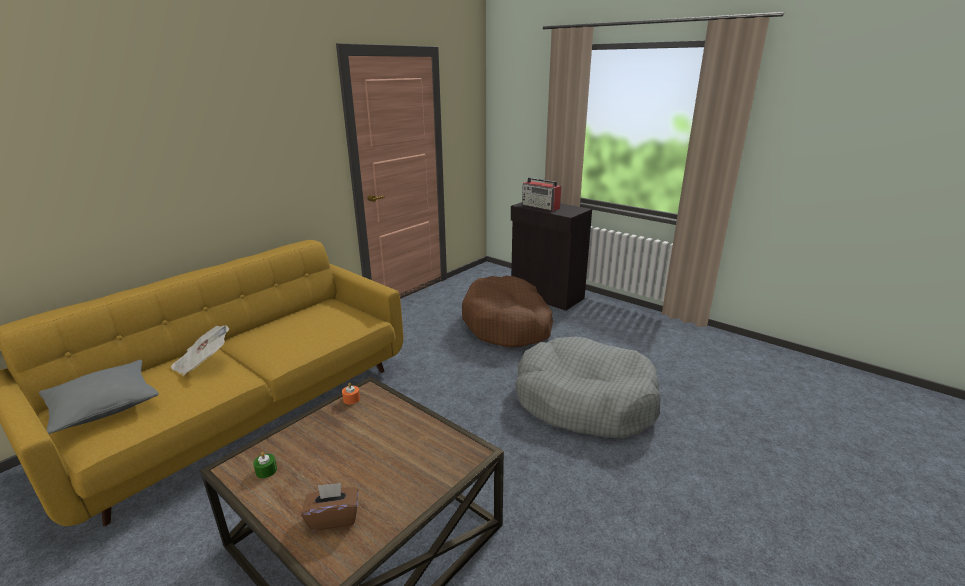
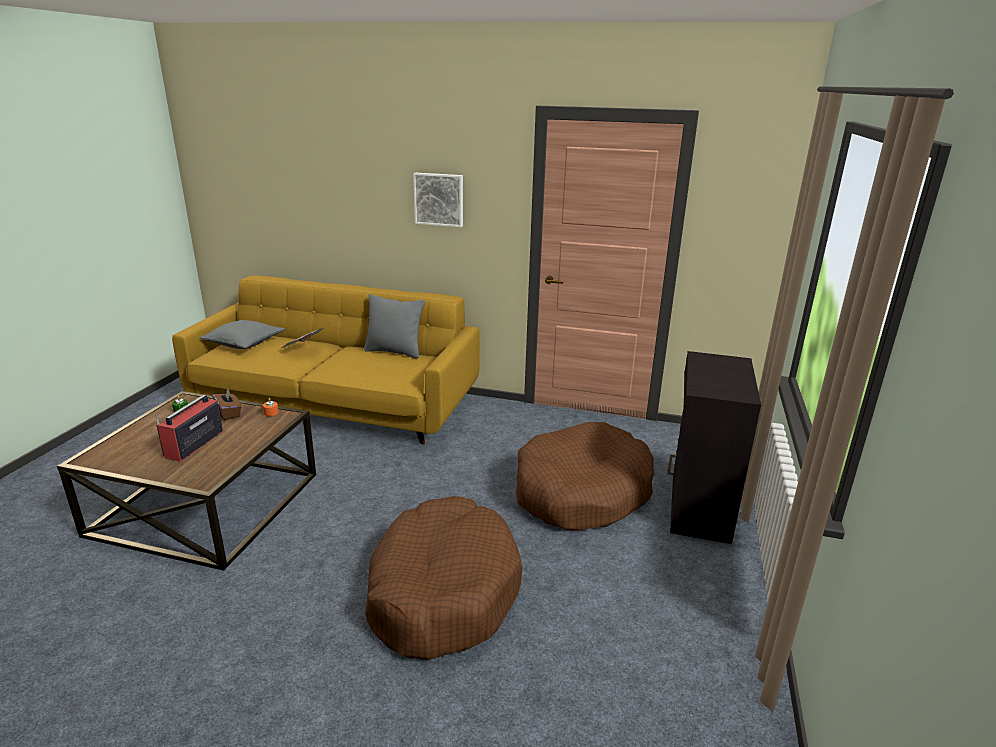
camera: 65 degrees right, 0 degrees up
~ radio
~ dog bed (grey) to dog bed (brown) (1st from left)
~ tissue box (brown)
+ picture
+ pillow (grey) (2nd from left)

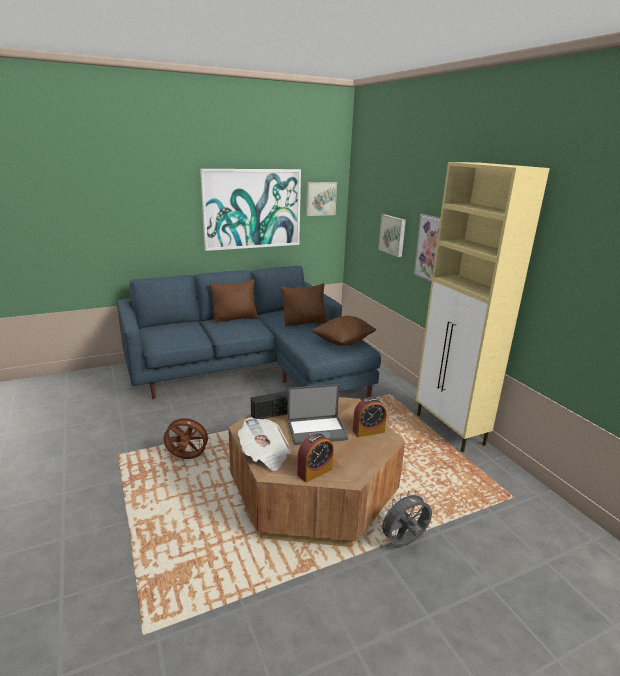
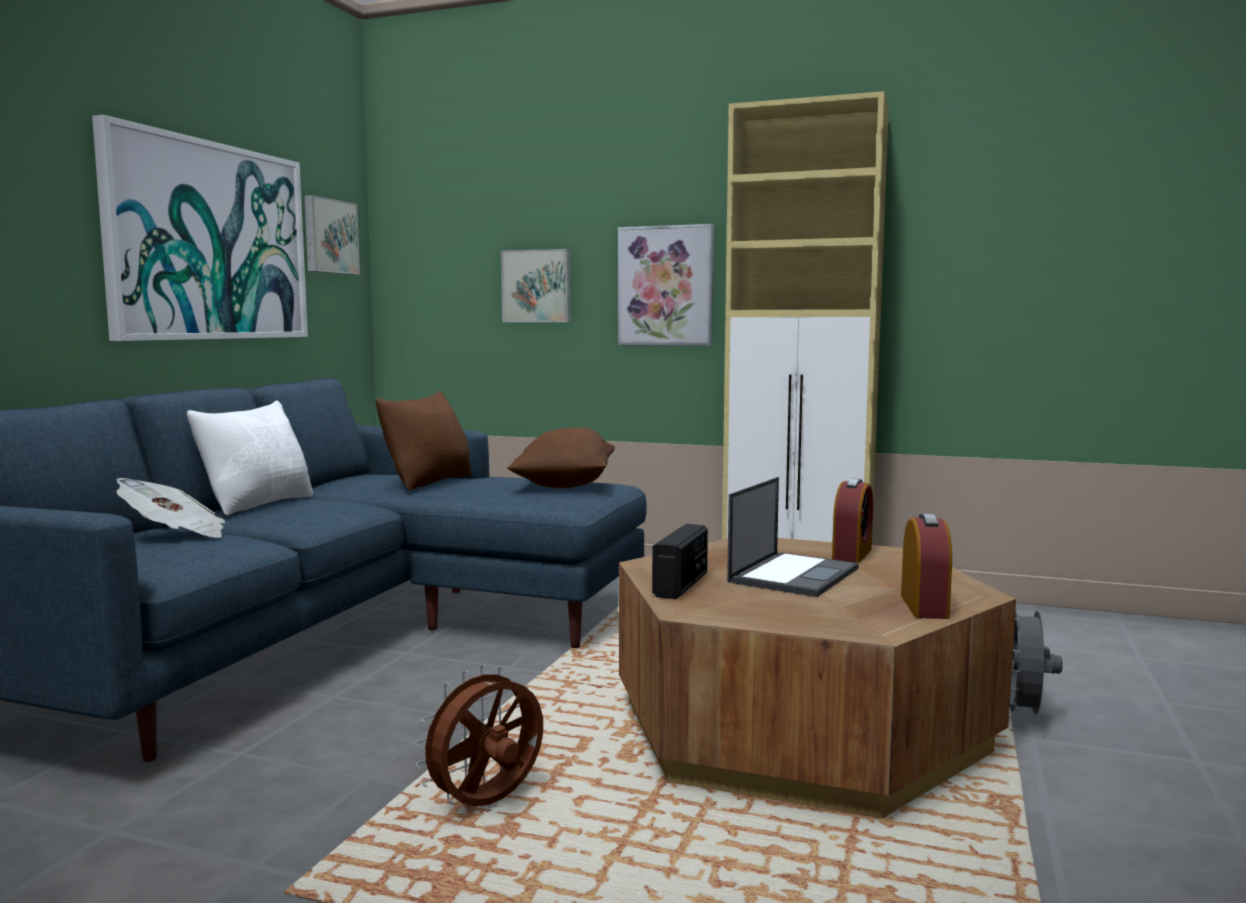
camera: 45 degrees left, 15 degrees down
~ pillow (brown) (1st from left) to pillow (white)
~ newspaper

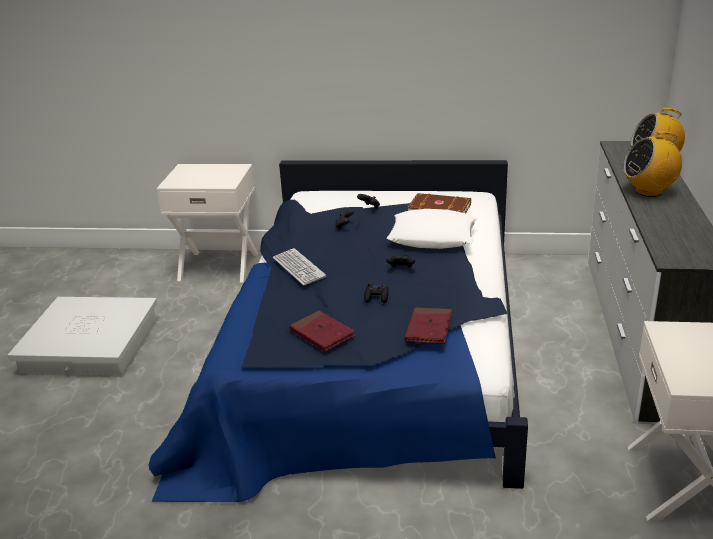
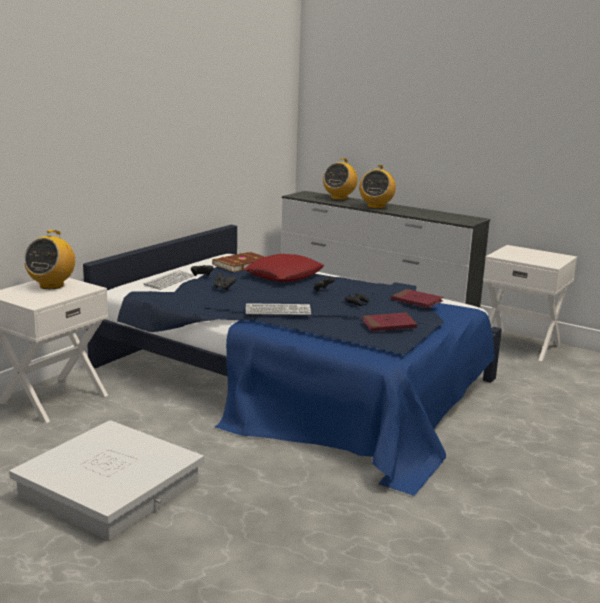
camera: 65 degrees left, 10 degrees down
~ pillow (white) to pillow (red)
+ radio (1st from left)
+ keyboard (1st from left)

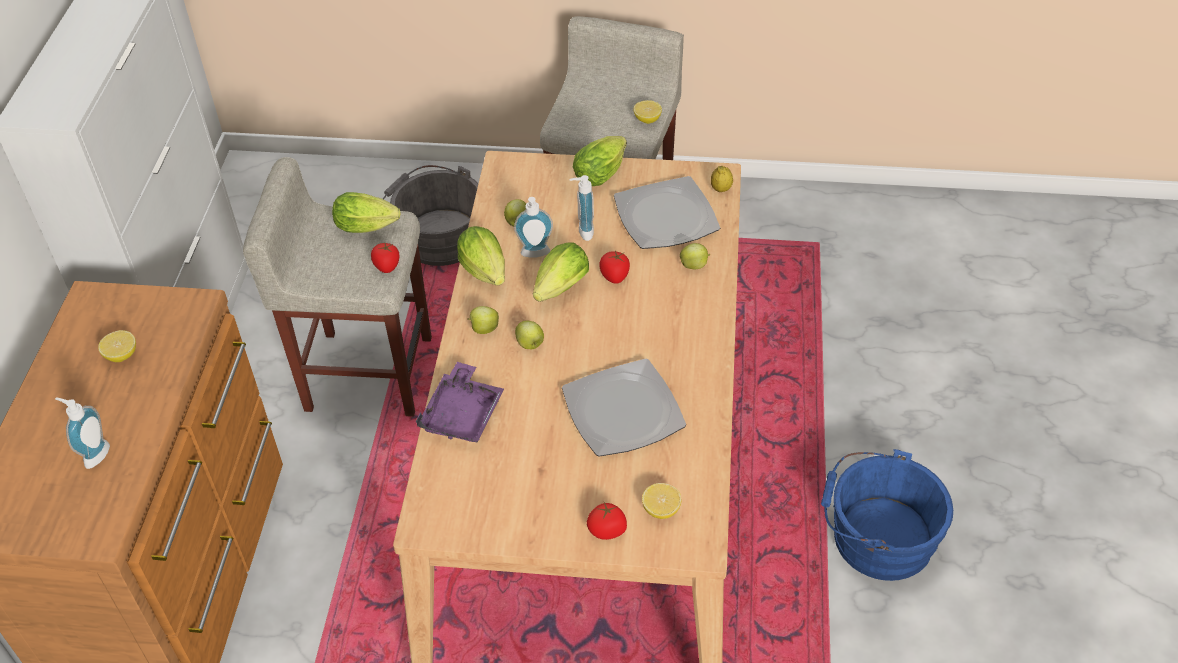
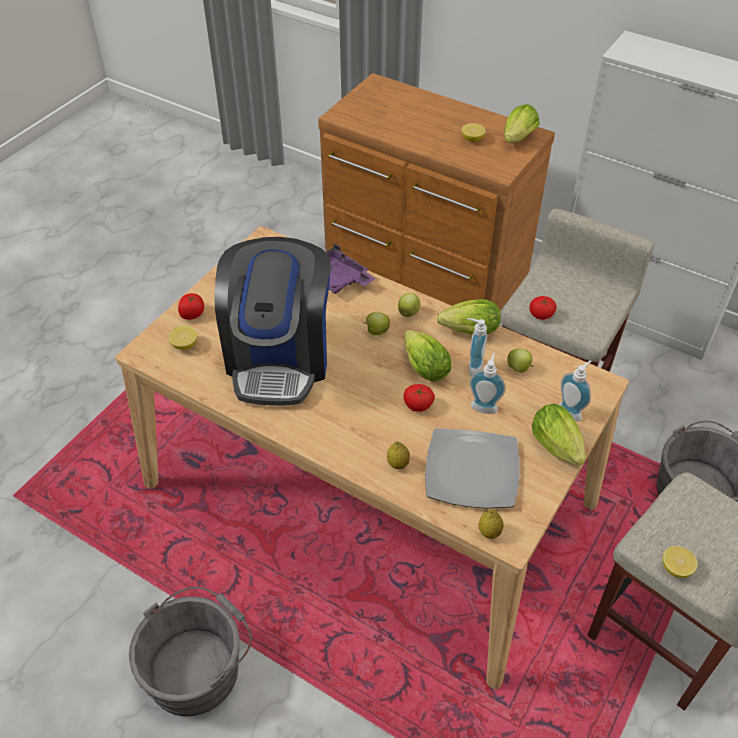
camera: 115 degrees right, 0 degrees up
~ lettuce (1st from left in the first image) to lettuce (3rd from left)
~ apple (4th from left) to lemon (2nd from left)
~ plate (1st from left) to coffee machine
~ soap dispenser (1st from left in the first image) to soap dispenser (3rd from left)
~ bucket (blue) to bucket (grey) (1st from left)

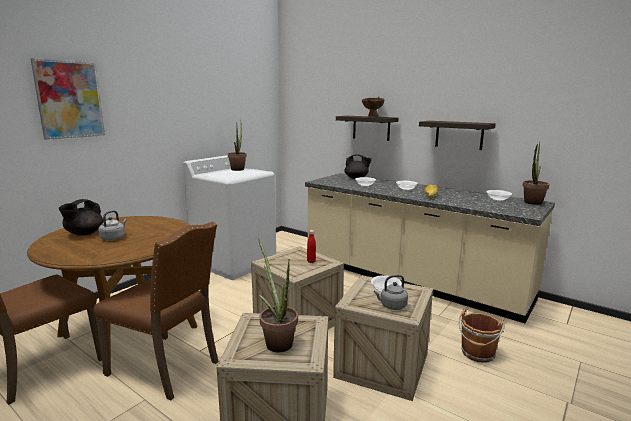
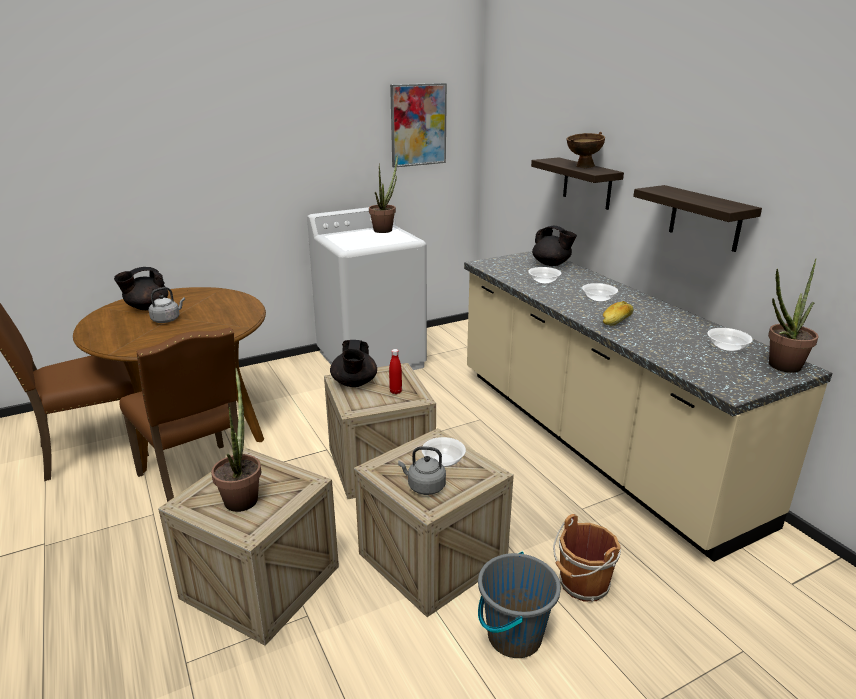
camera: 25 degrees right, 10 degrees up
~ picture
+ teapot (black) (2nd from left)
+ bucket (grey)

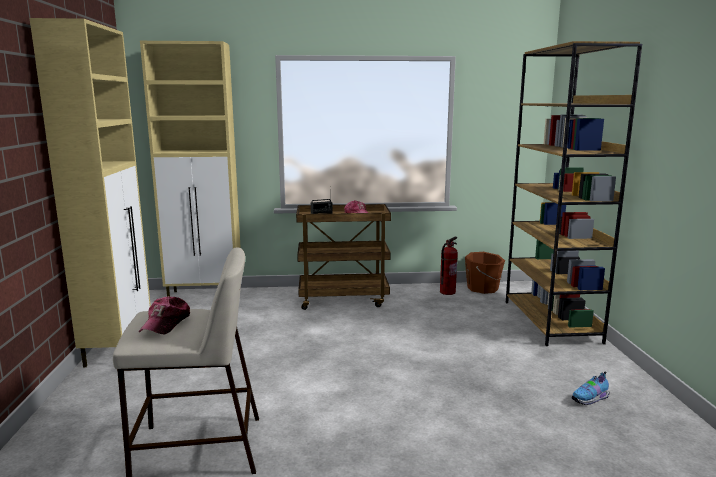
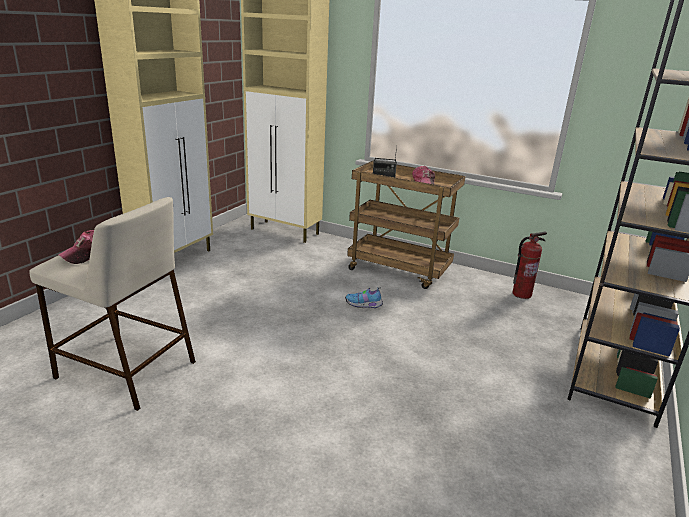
camera: 30 degrees right, 10 degrees up
- bucket (brown)
~ shoe

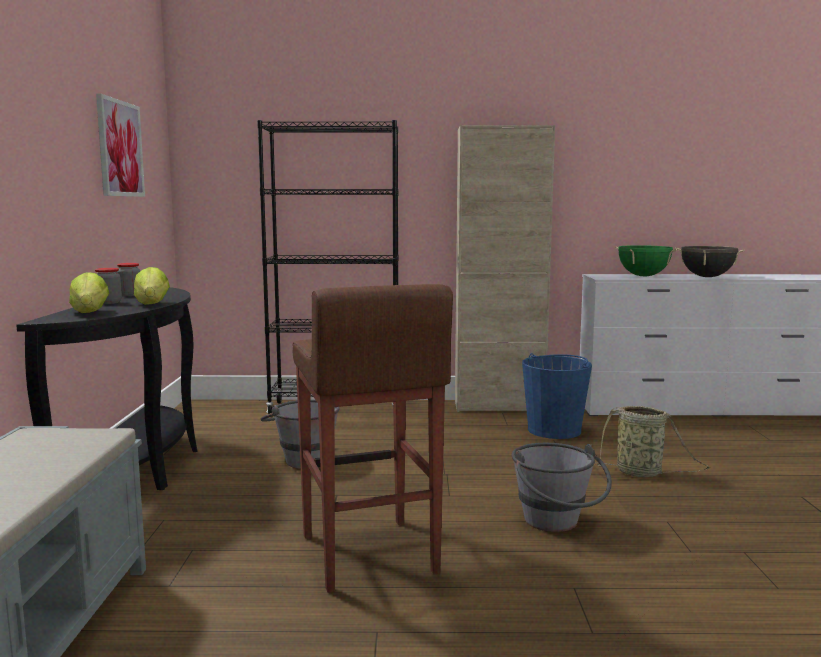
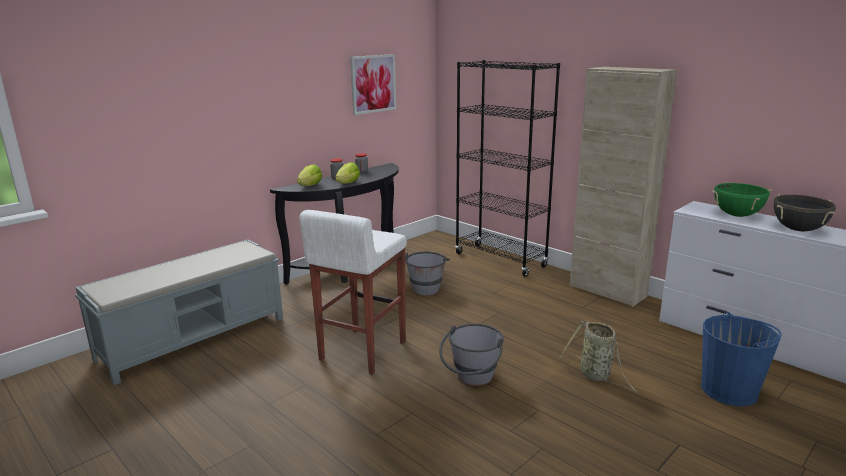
camera: 45 degrees right, 10 degrees up
~ stool (brown) to stool (white)
~ bucket (blue)

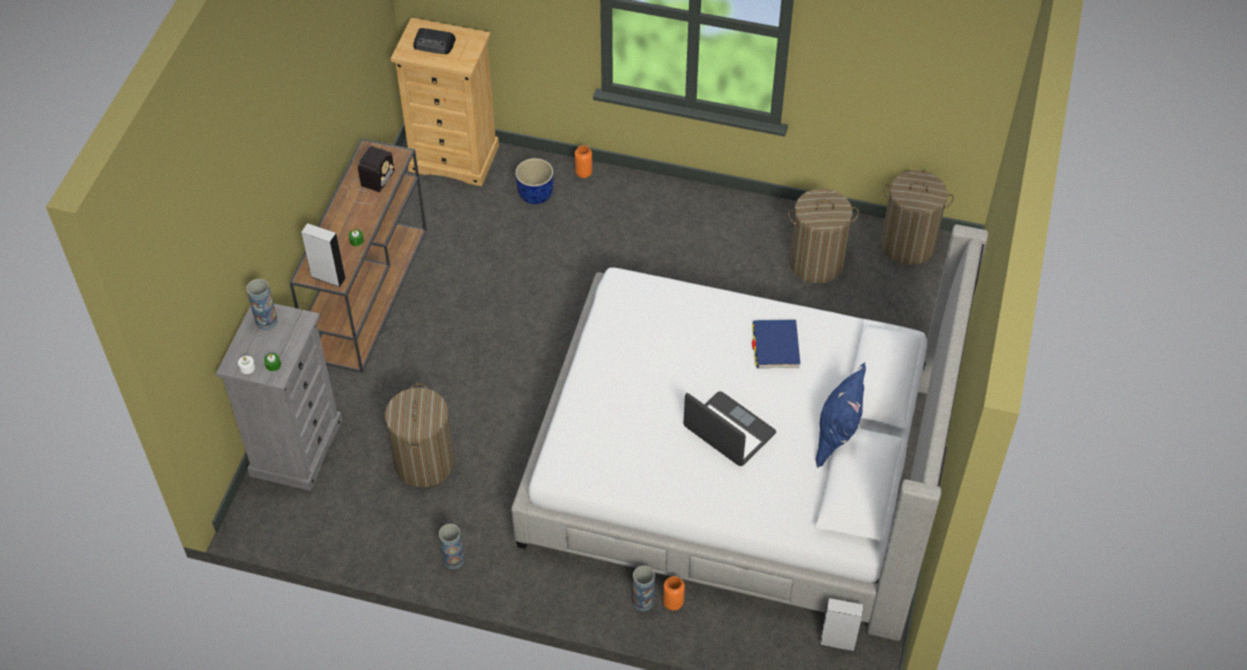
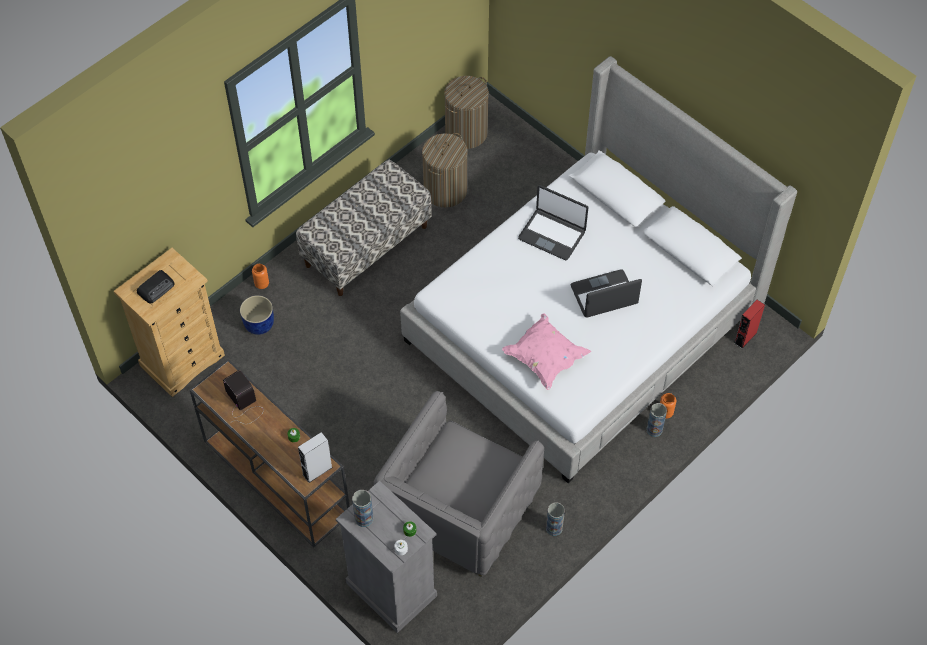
camera: 60 degrees left, 5 degrees up
~ book (blue) to laptop (1st from left)
- pillow (blue)
~ laundry basket (1st from left) to armchair (grey)
~ speaker (grey) (2nd from left) to speaker (red)
+ bench
+ pillow (pink)

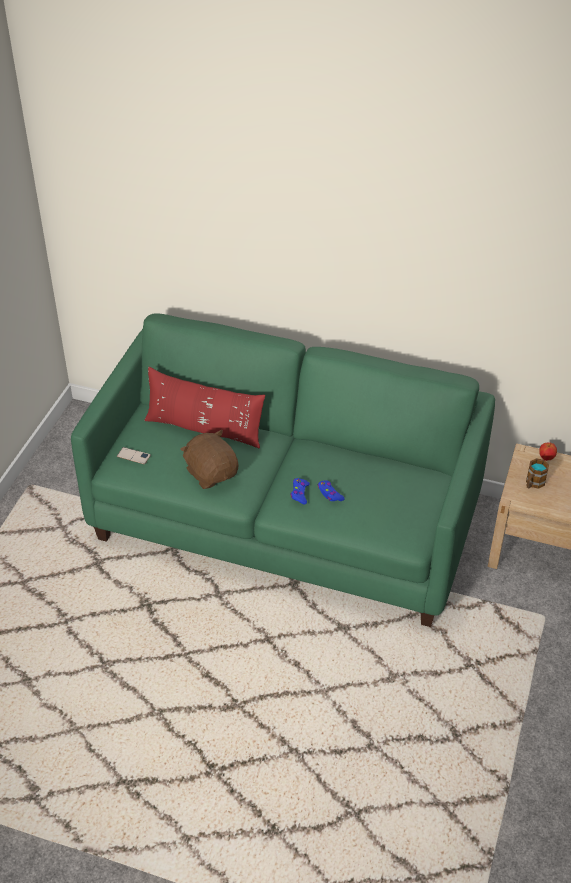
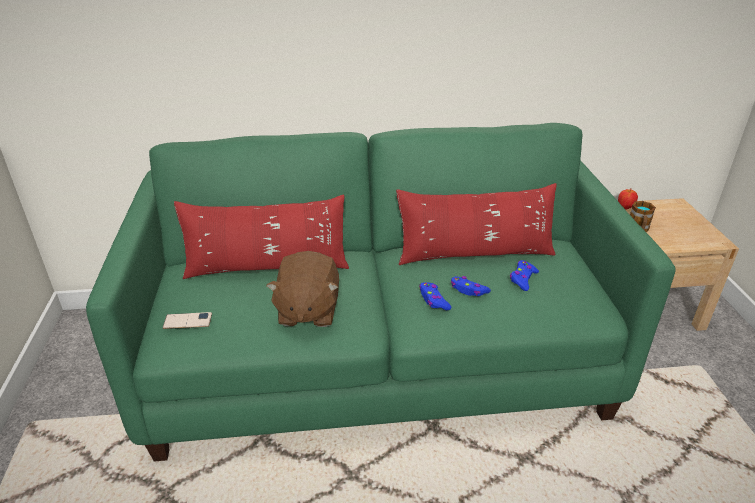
camera: 25 degrees left, 10 degrees down
~ plush toy (brown) 120 degrees counterclockwise
+ pillow (red) (2nd from left)
+ game controller (blue) (3rd from left)

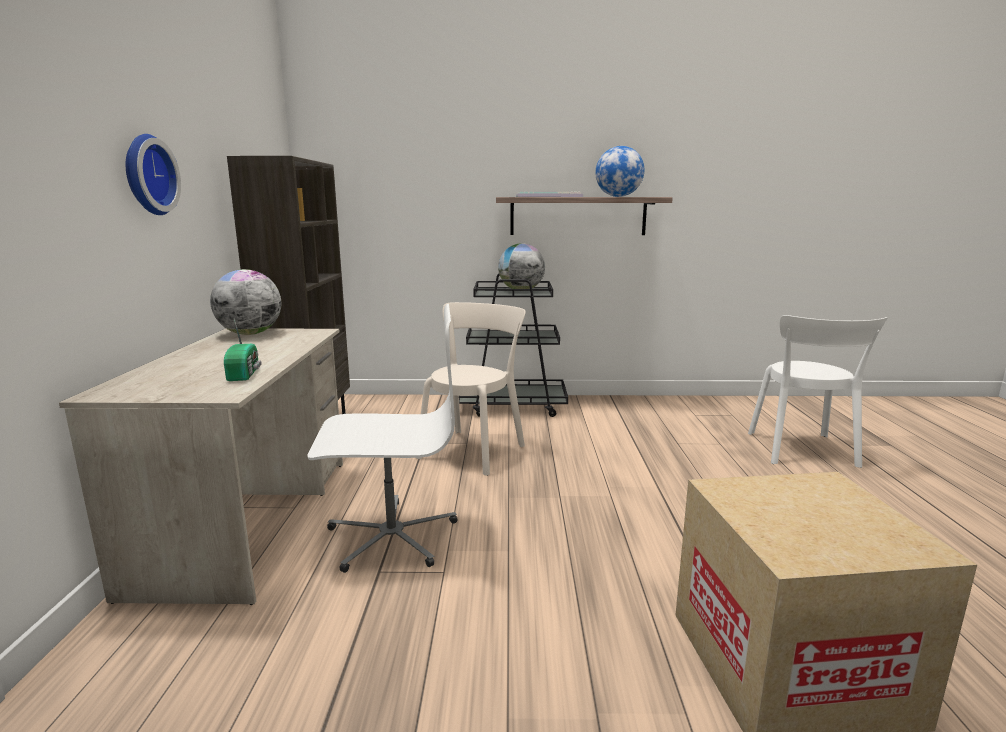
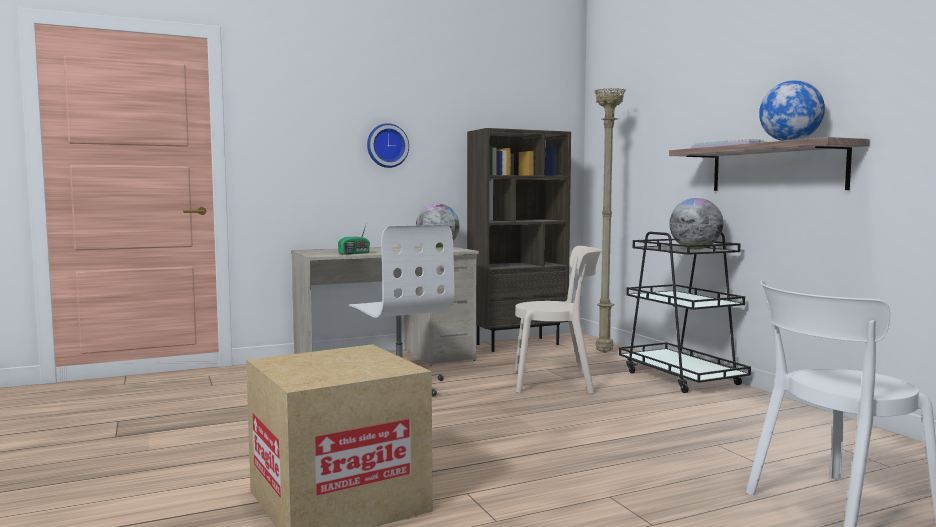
camera: 65 degrees right, 10 degrees down
+ floor lamp (beige)

